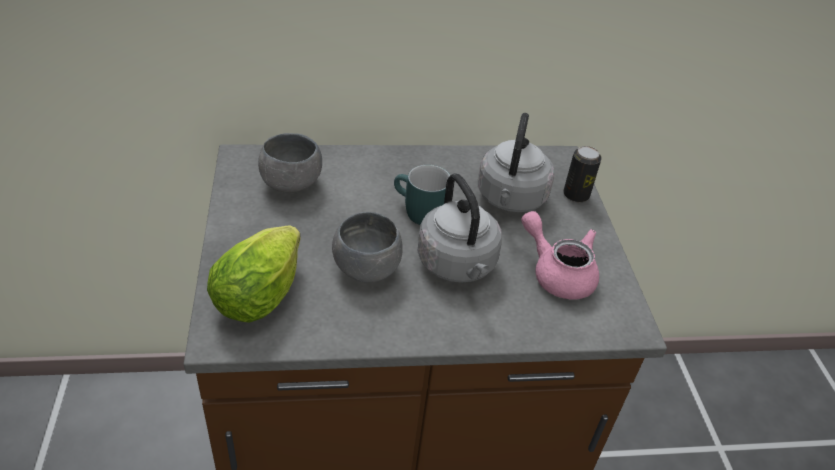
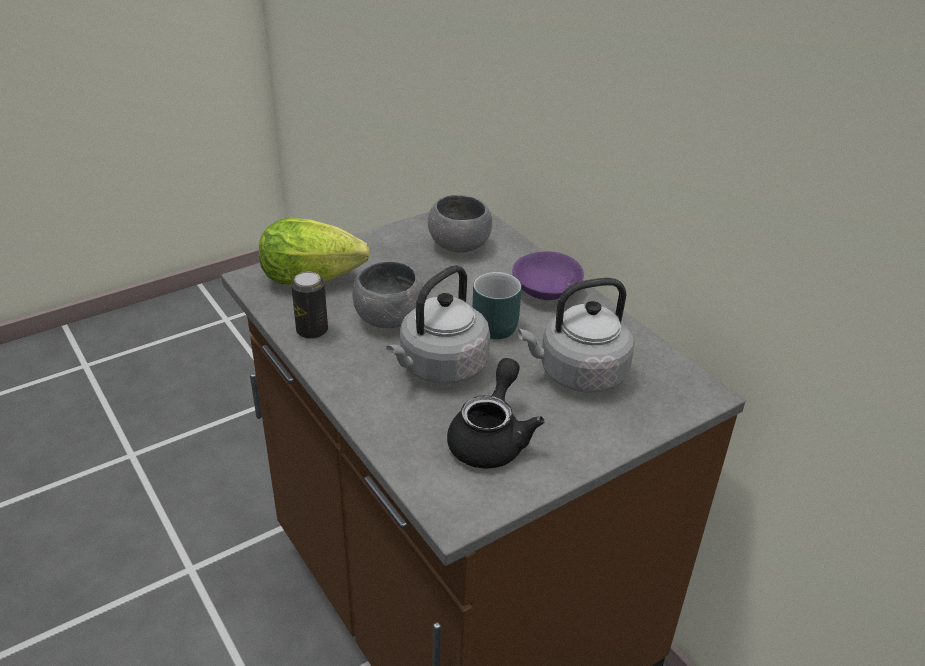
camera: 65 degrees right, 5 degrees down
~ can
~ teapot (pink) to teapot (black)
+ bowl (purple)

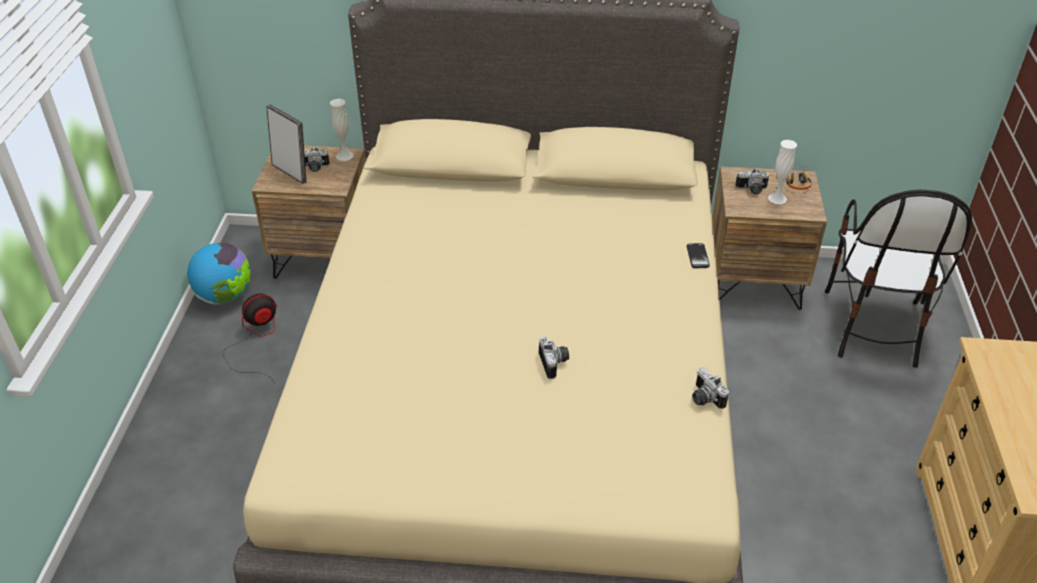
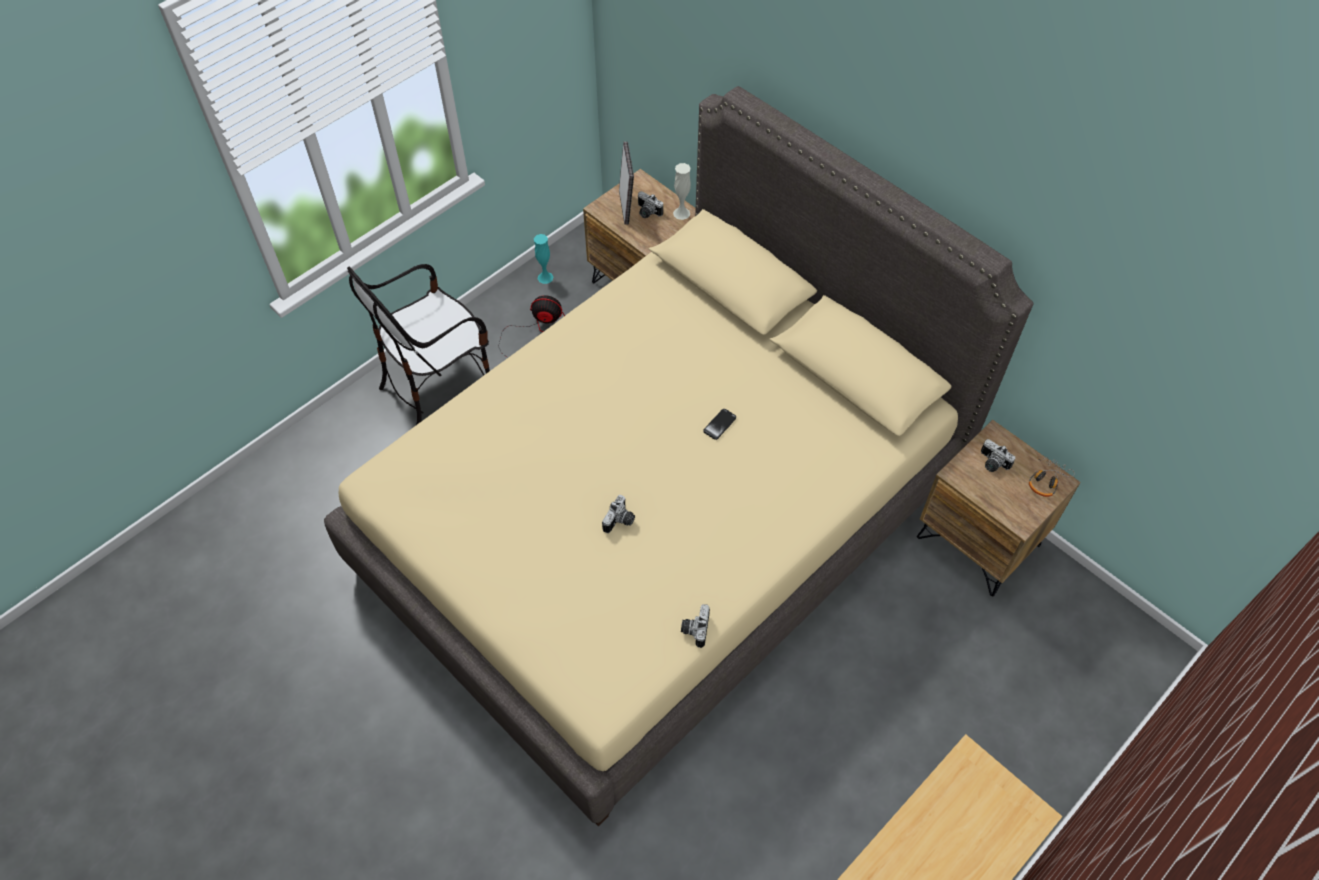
camera: 40 degrees right, 15 degrees up
- vase (white) (2nd from left)
~ chair
~ globe to vase (turquoise)
~ phone

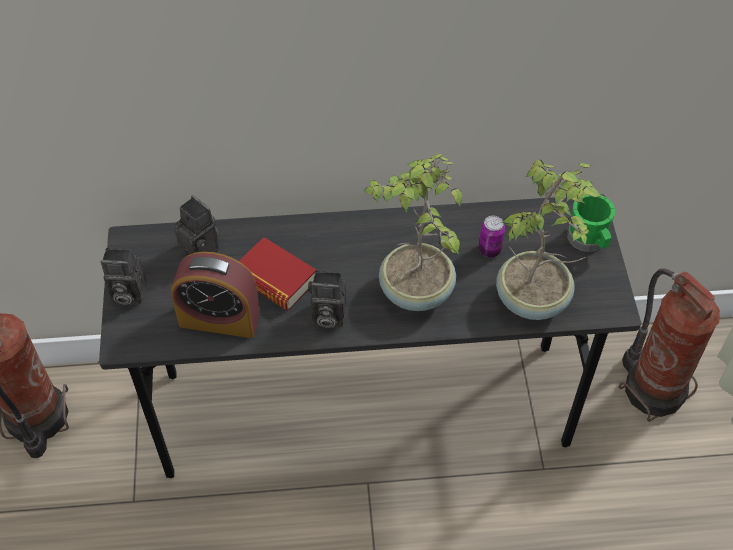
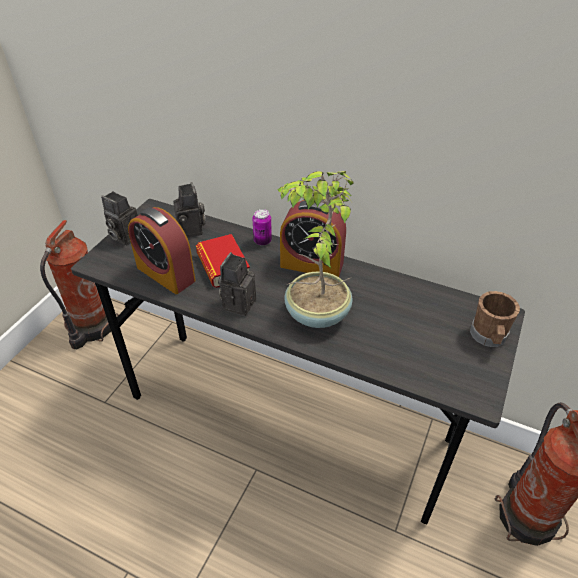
camera: 30 degrees right, 10 degrees down
- potted plant (2nd from left)
~ mug (green) to mug (brown)
~ can
~ photo camera (3rd from left) 75 degrees clockwise
+ alarm clock (2nd from left)

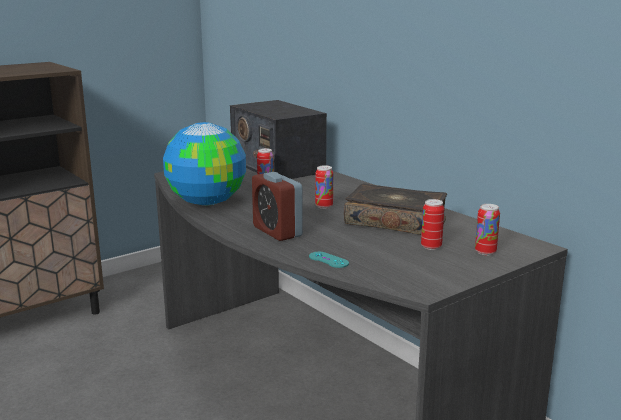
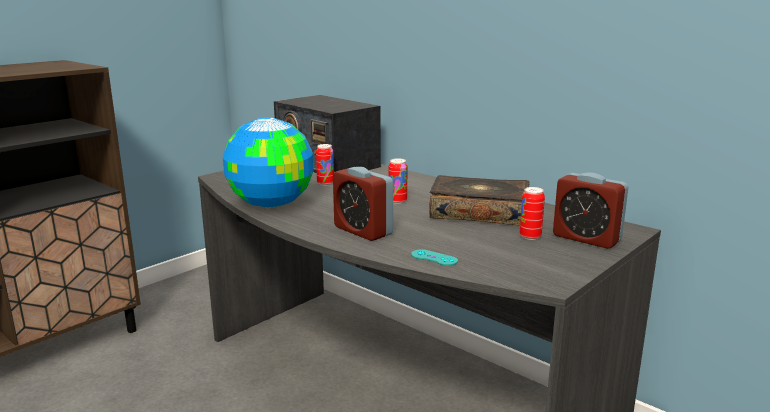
camera: 10 degrees left, 0 degrees up
~ can (4th from left) to alarm clock (2nd from left)

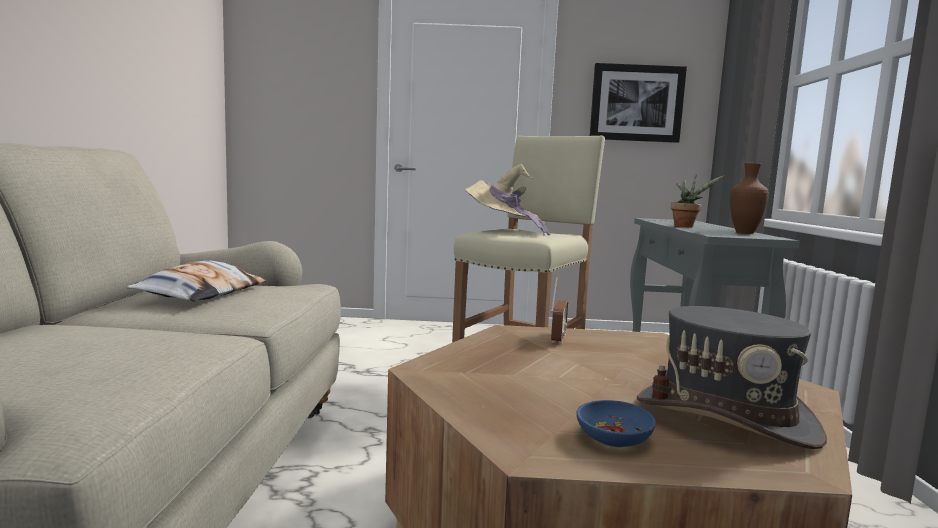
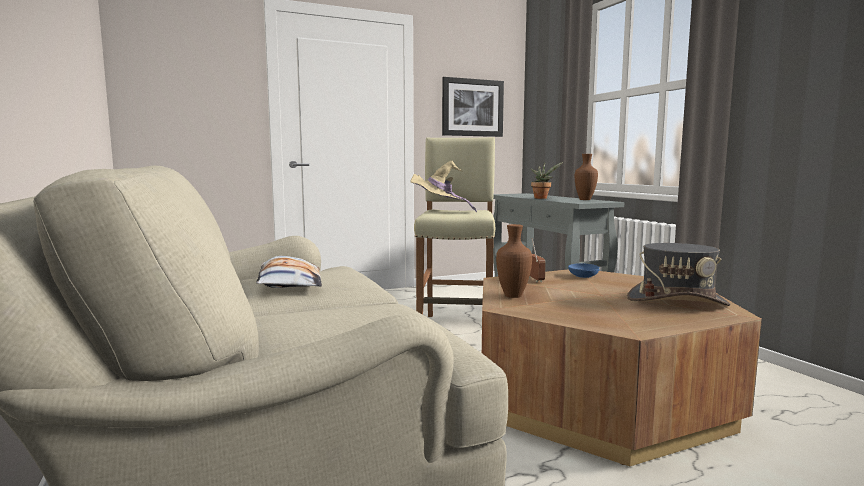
camera: 25 degrees left, 0 degrees up
~ bowl (blue)
+ vase (brown) (1st from left)

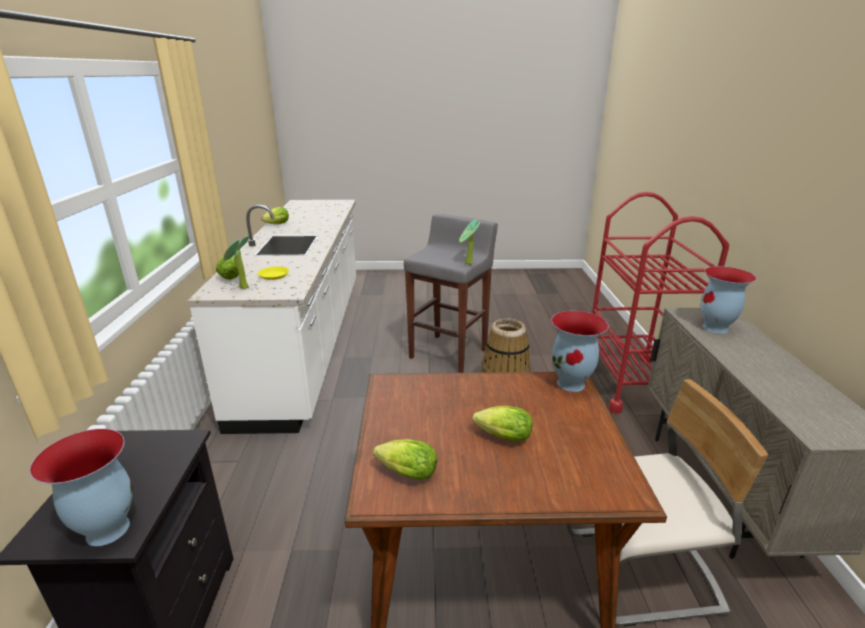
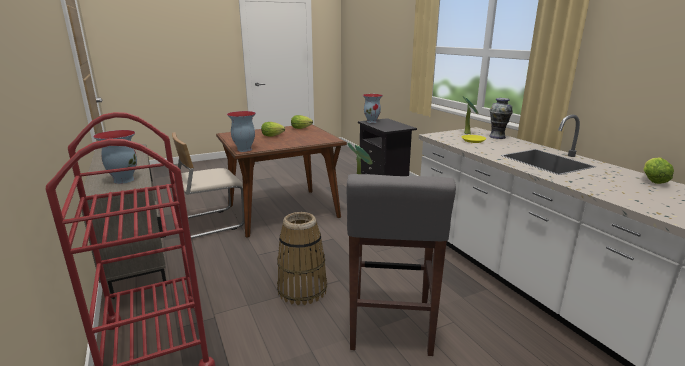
camera: 155 degrees right, 5 degrees down
~ lettuce (1st from left) to vase (4th from left)

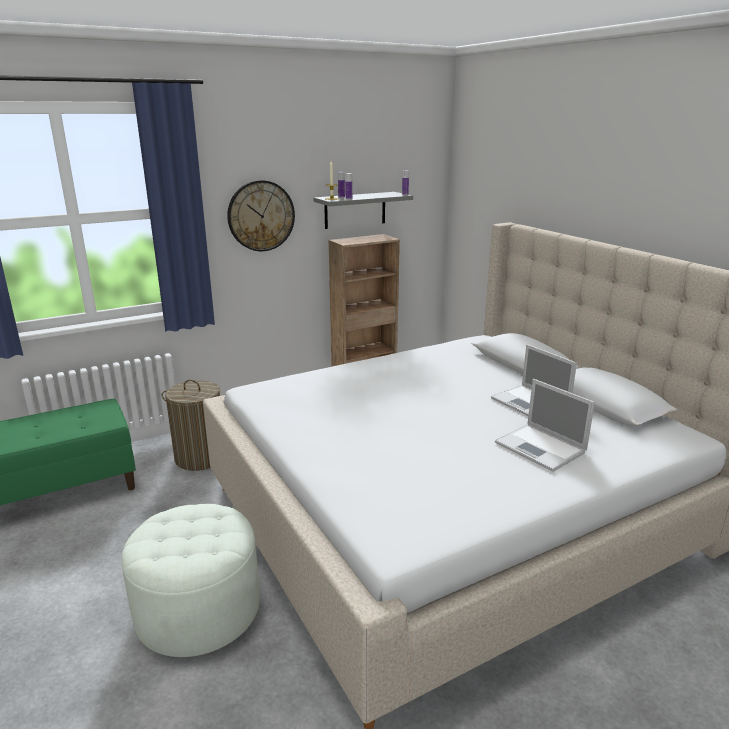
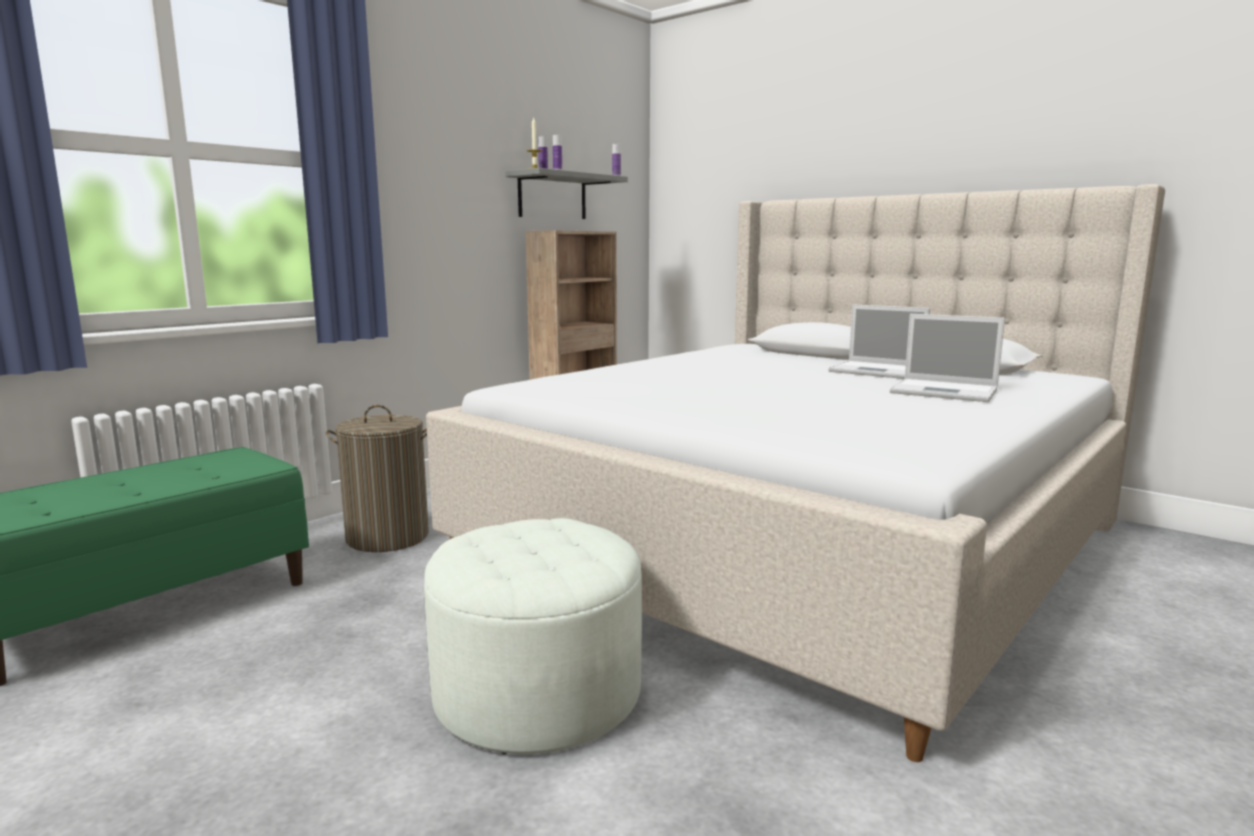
camera: 20 degrees left, 10 degrees down
- wall clock

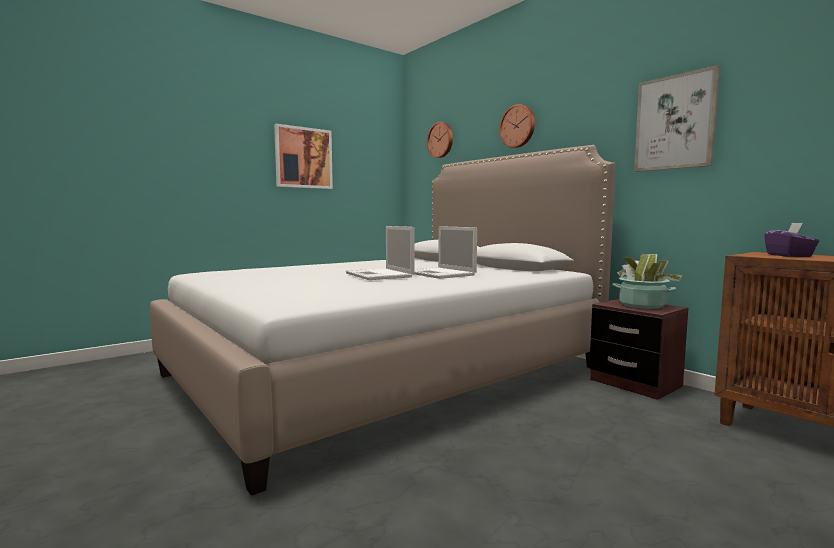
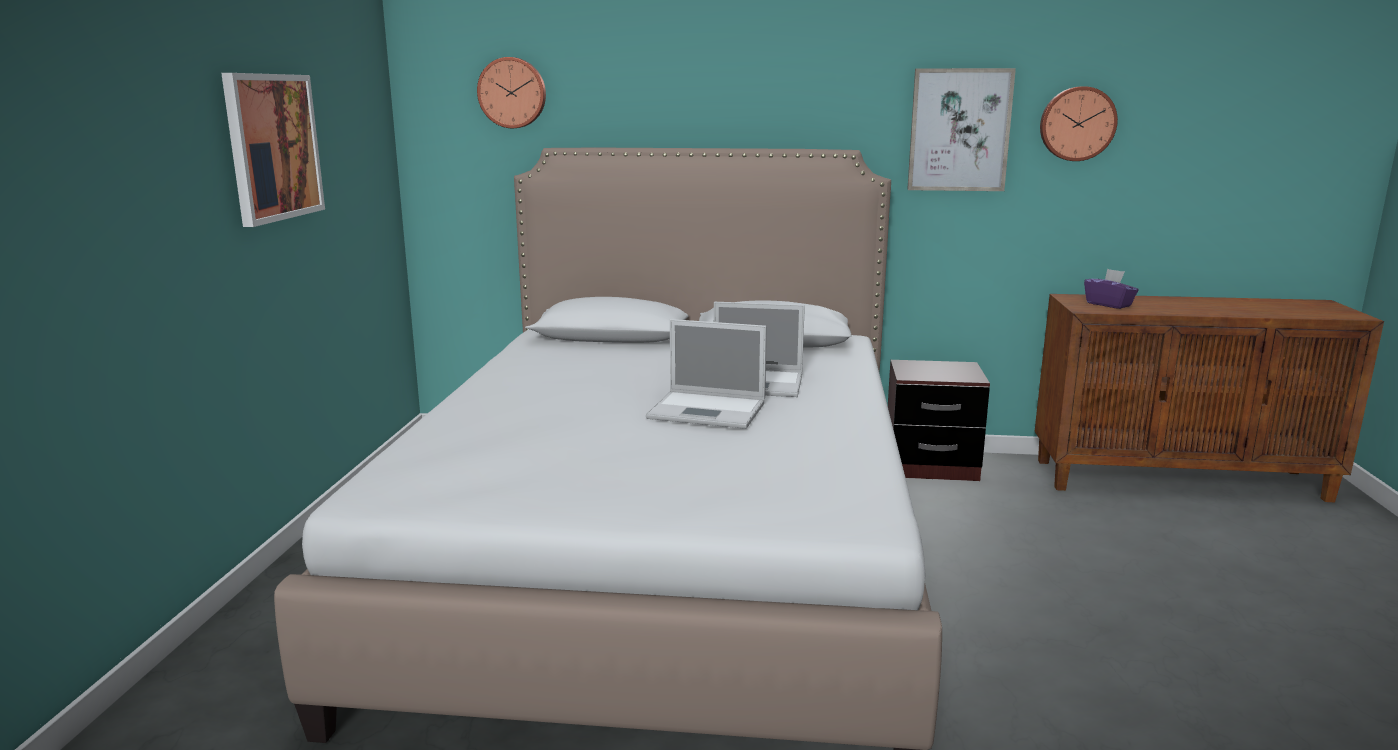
camera: 45 degrees left, 10 degrees up
~ wall clock (2nd from left)
- potted plant

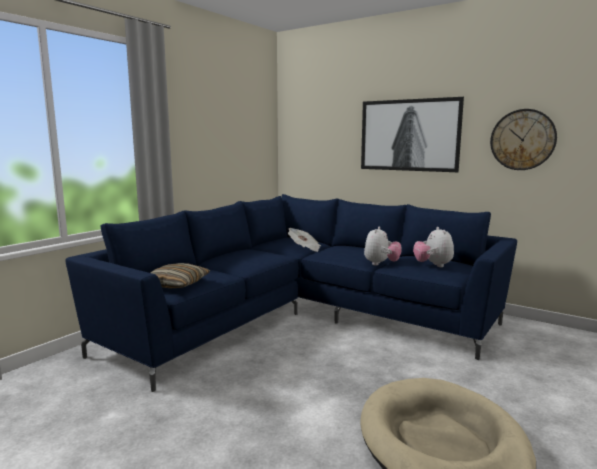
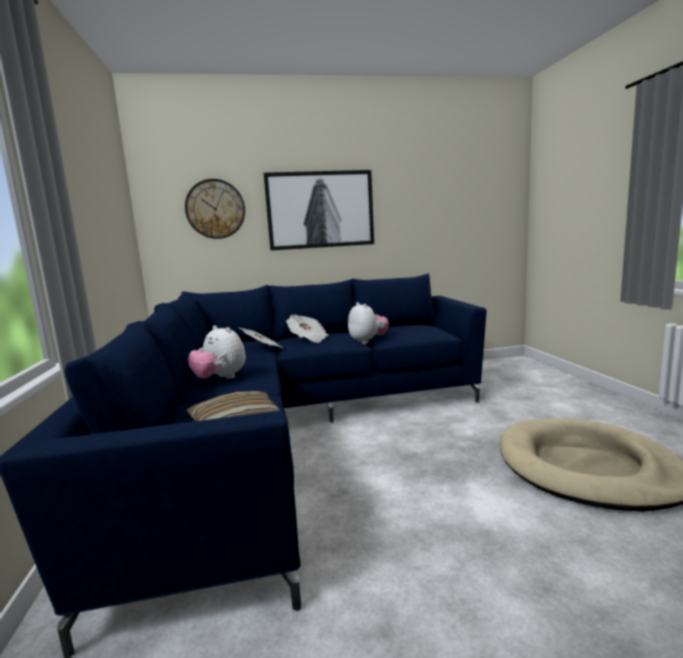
camera: 45 degrees left, 0 degrees up
~ wall clock
~ plush toy (2nd from left in the first image) to plush toy (1st from left)
+ newspaper (2nd from left)

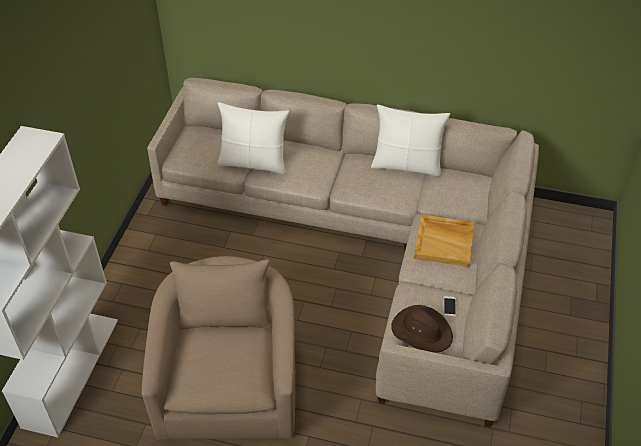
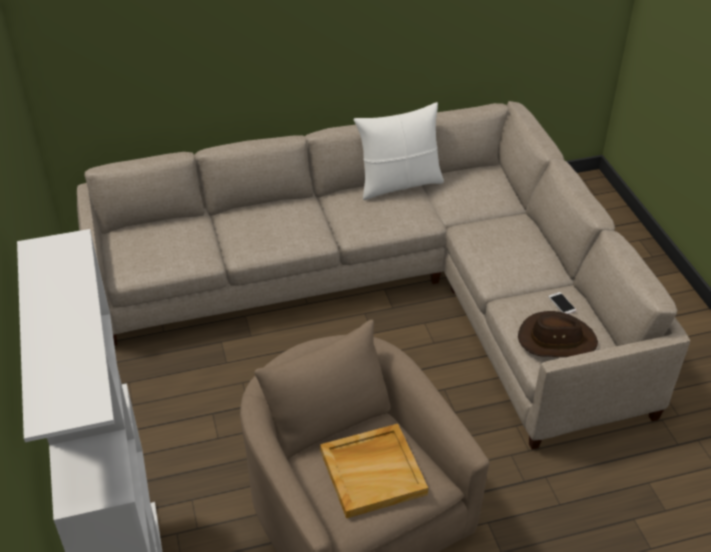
camera: 30 degrees left, 5 degrees down
- pillow (white) (1st from left)
~ tray (beige)

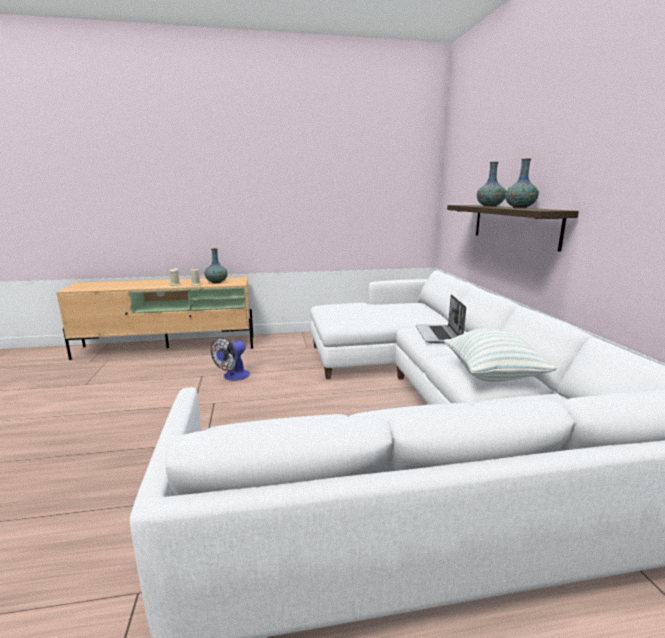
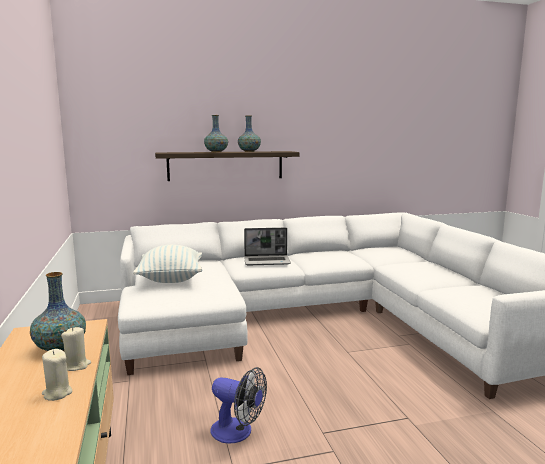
camera: 95 degrees left, 5 degrees down
~ pillow

